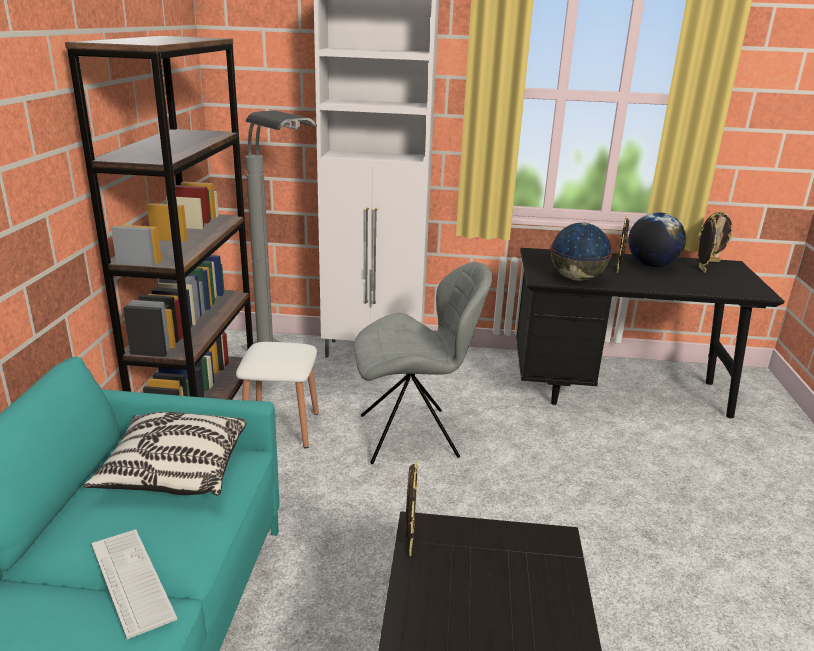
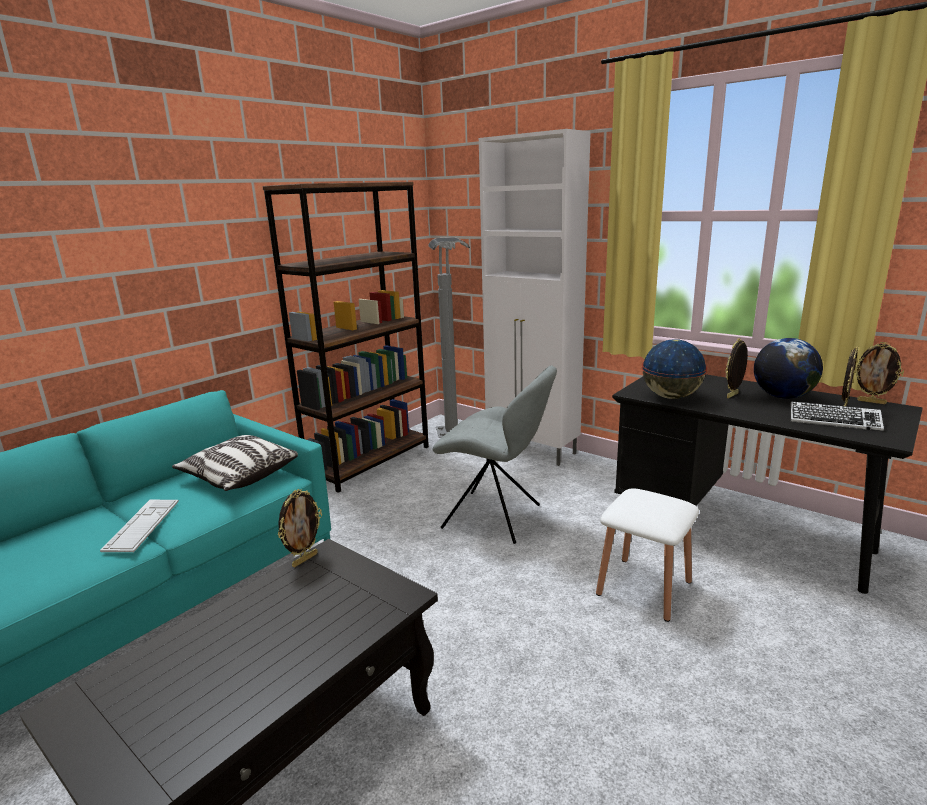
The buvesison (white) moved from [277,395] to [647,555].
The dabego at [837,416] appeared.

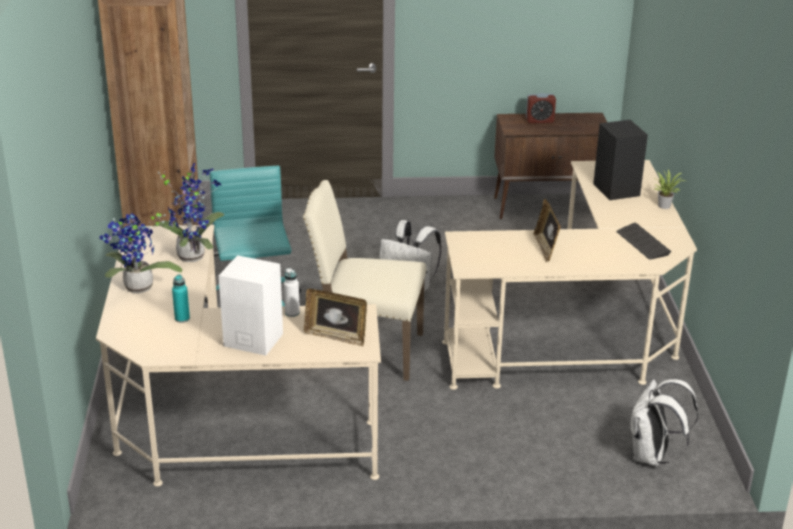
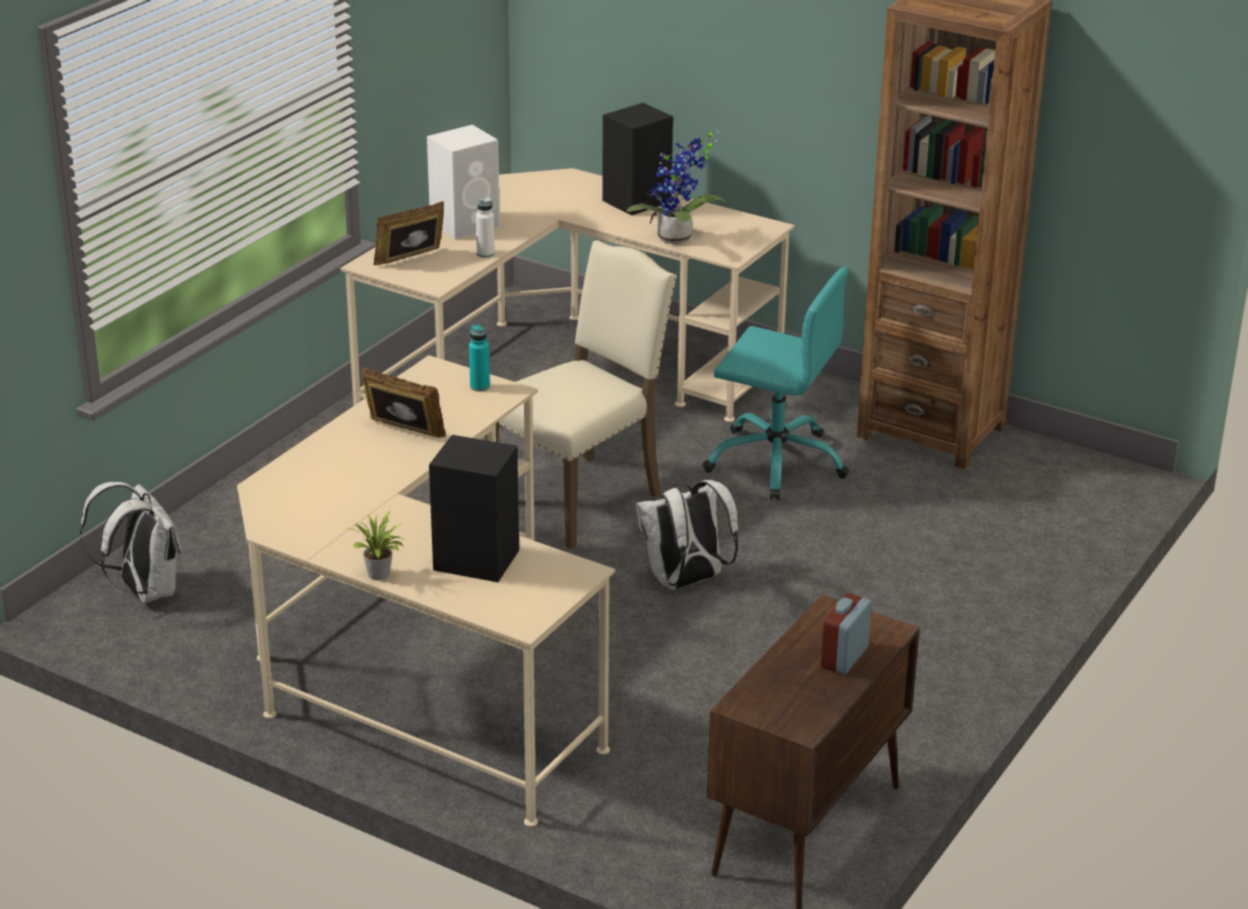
The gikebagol at [141,253] was replaced by the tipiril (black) at [637,159].
The dabego at [644,241] disappeared.
The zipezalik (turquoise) moved from [181,298] to [479,358].

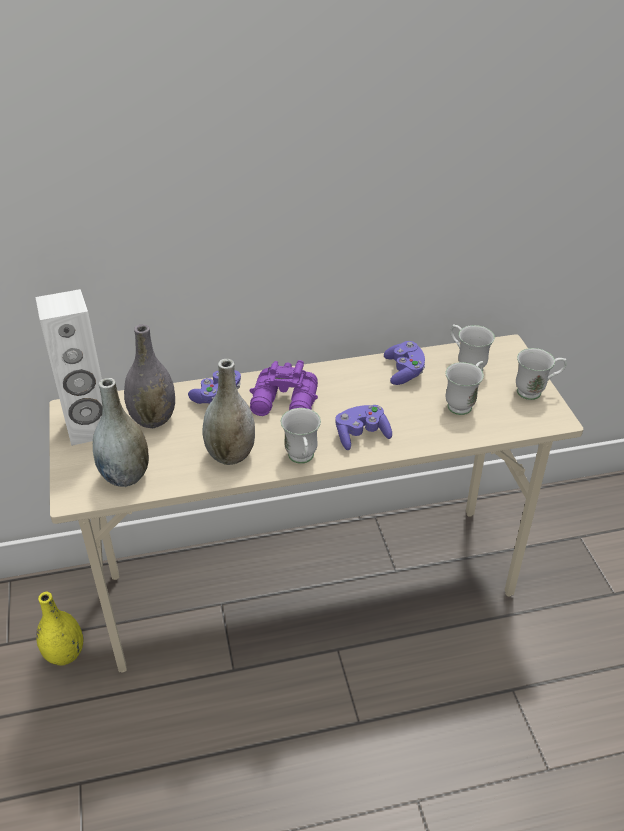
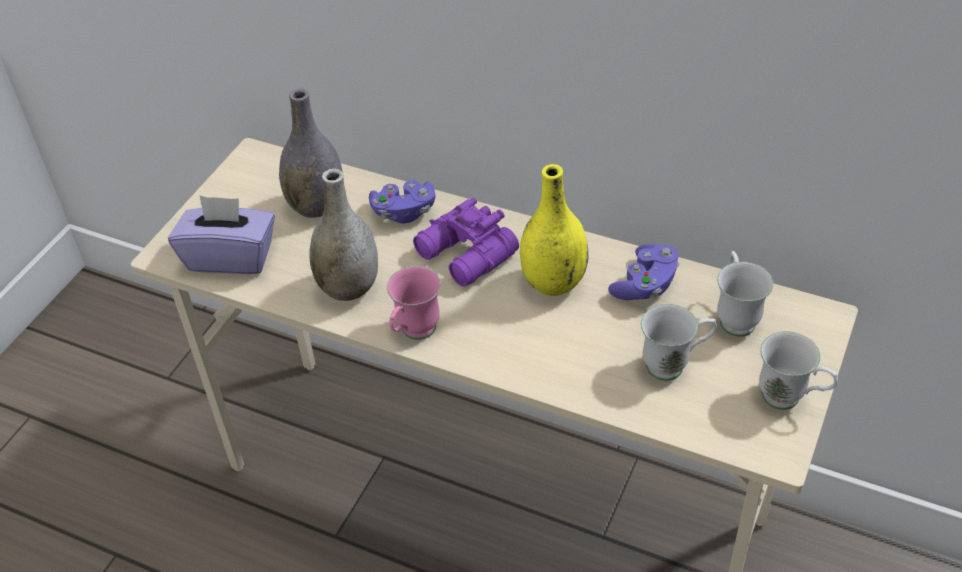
The tipiril (white) at [69,367] disappeared.
The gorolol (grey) at [121,432] was replaced by the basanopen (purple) at [221,234].
The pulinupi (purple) at [363,427] disappeared.
The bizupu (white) at [301,436] became the bizupu (pink) at [414,303].
The gorolol (yellow) moved from [59,629] to [554,230].

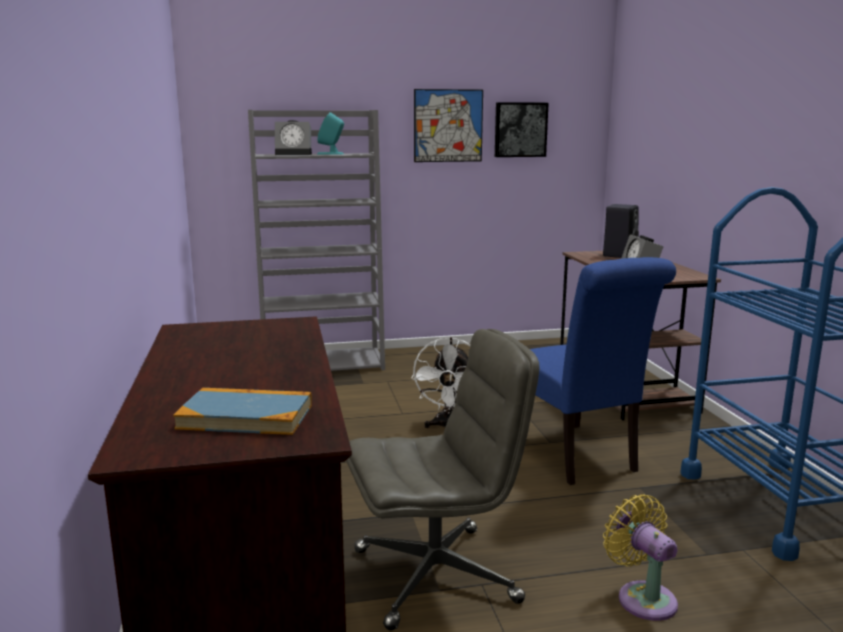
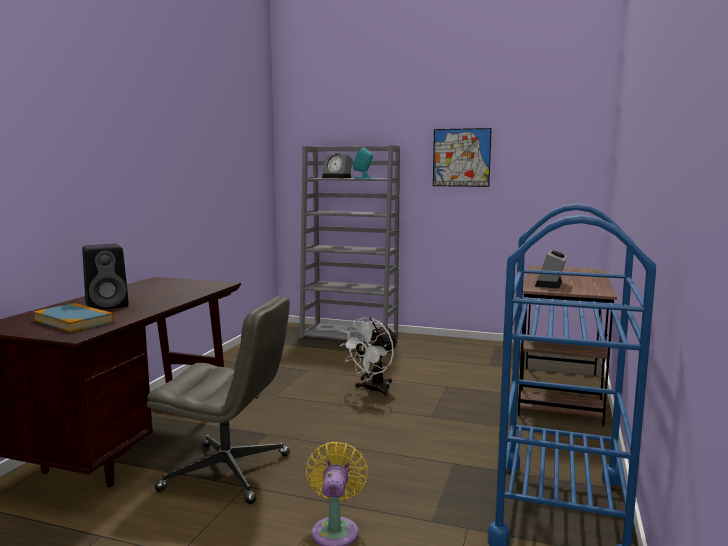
The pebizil at [522,129] disappeared.
The tipiril (black) moved from [621,231] to [105,277].
The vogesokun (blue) at [603,371] disappeared.

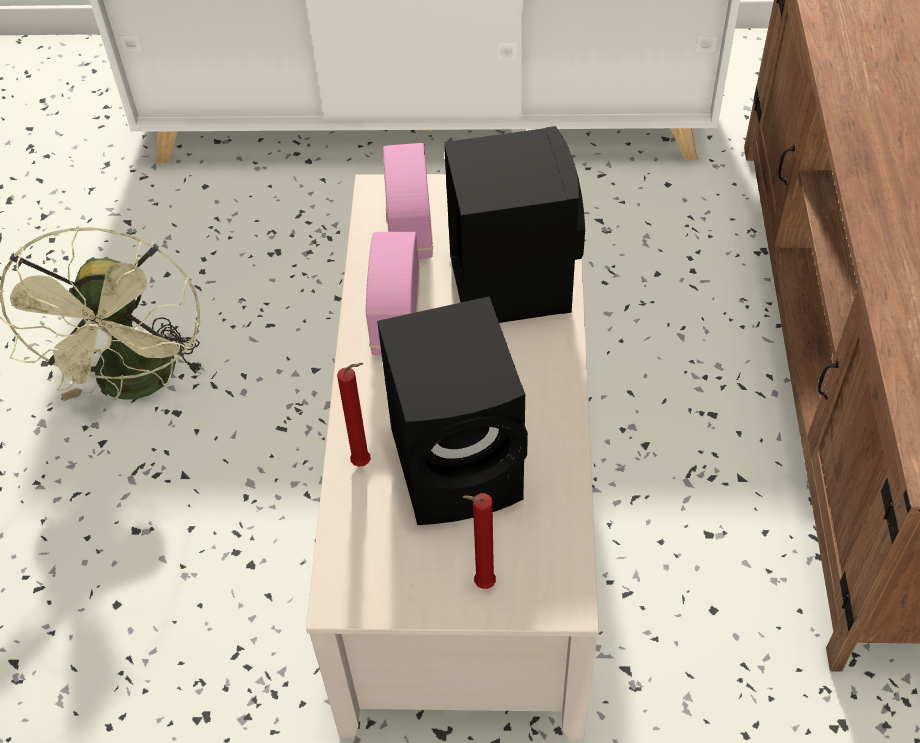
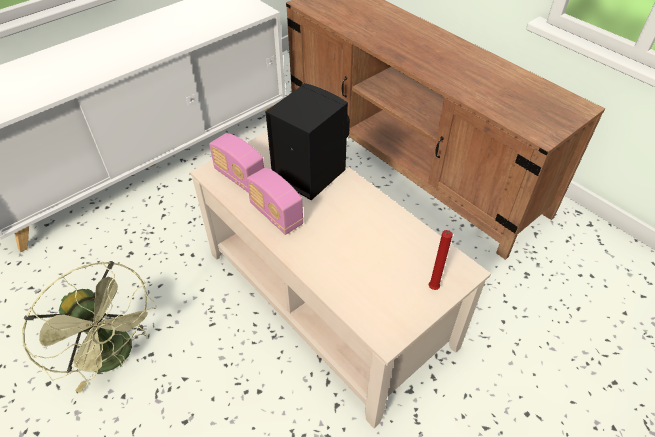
The tipiril (black) at [452,410] disappeared.
The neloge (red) at [354,415] disappeared.

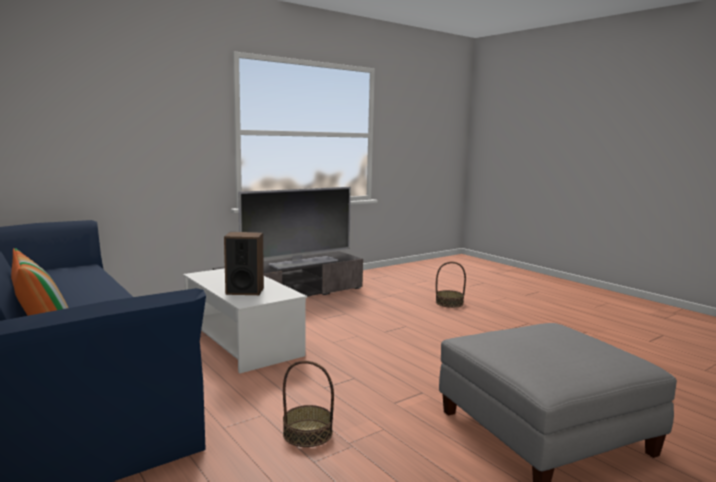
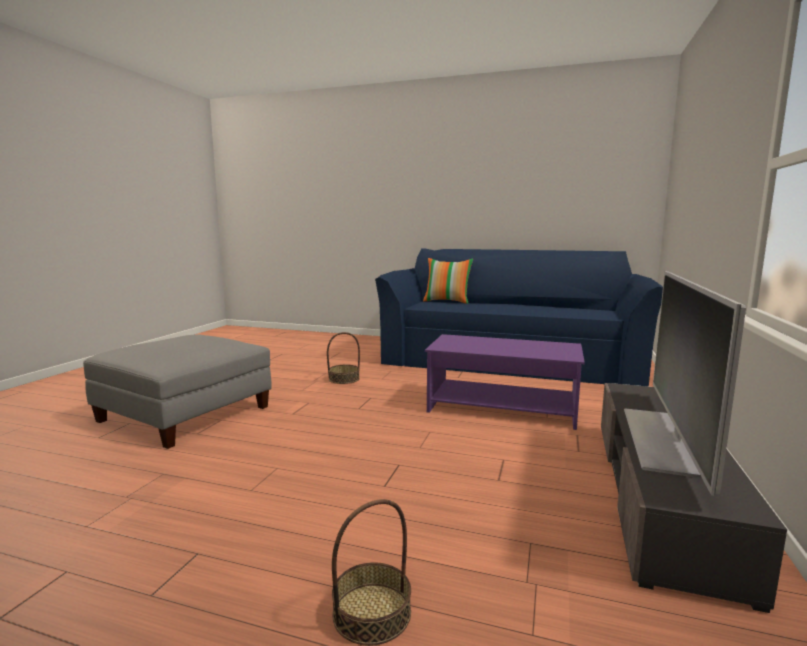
The tipiril at [244,263] disappeared.
The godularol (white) at [245,321] became the godularol (purple) at [505,382].

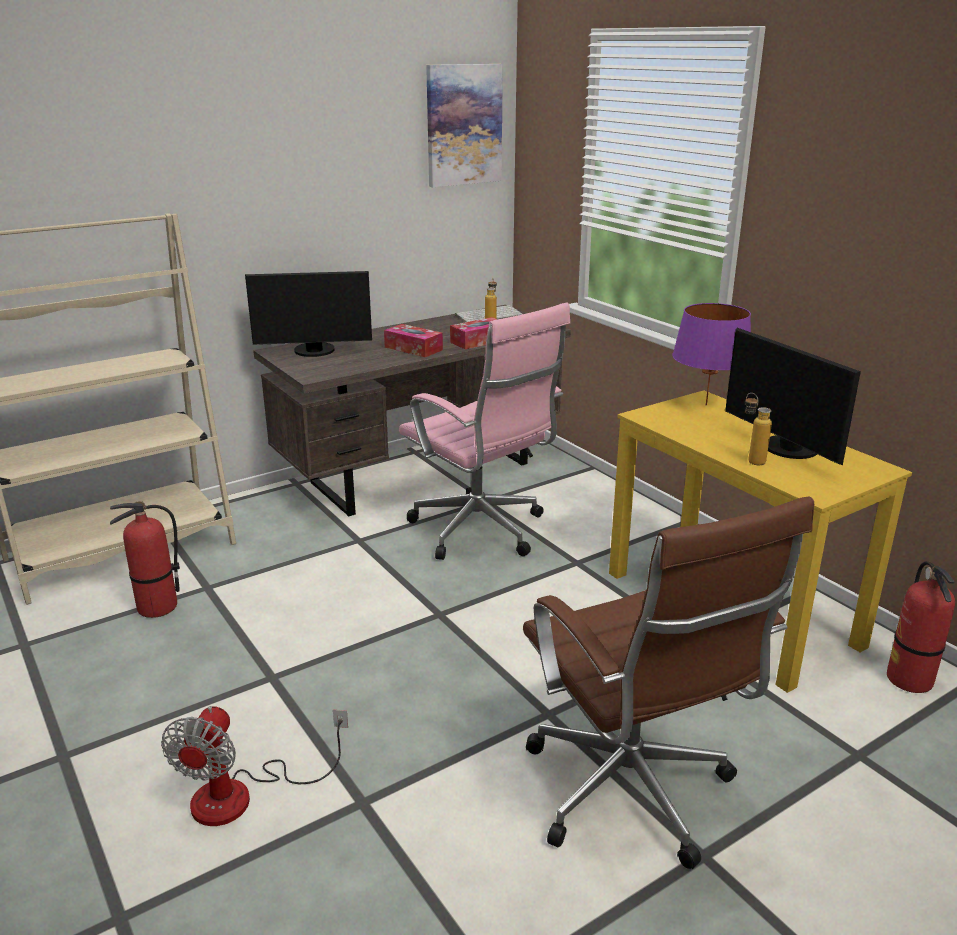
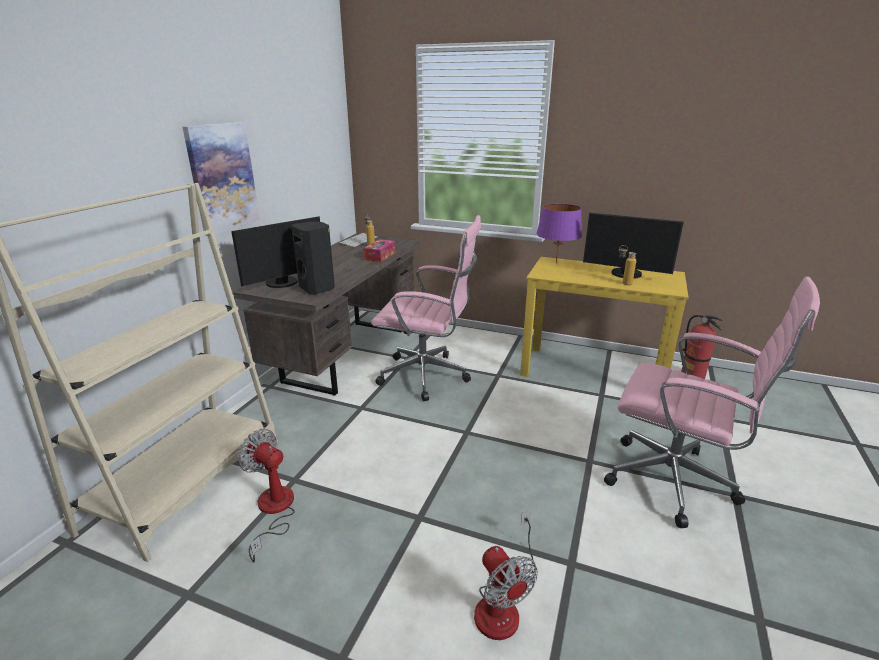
The pebizil moved from [464,125] to [221,179].
The basanopen at [413,340] disappeared.
The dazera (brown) at [668,682] became the dazera (pink) at [712,402].
The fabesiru at [145,559] was replaced by the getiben at [266,495].
The tipiril (black) at [313,258] appeared.

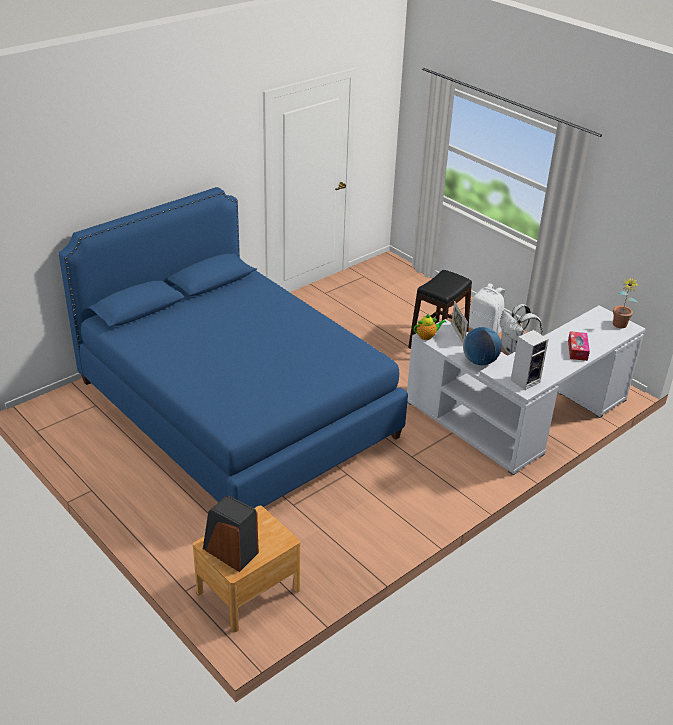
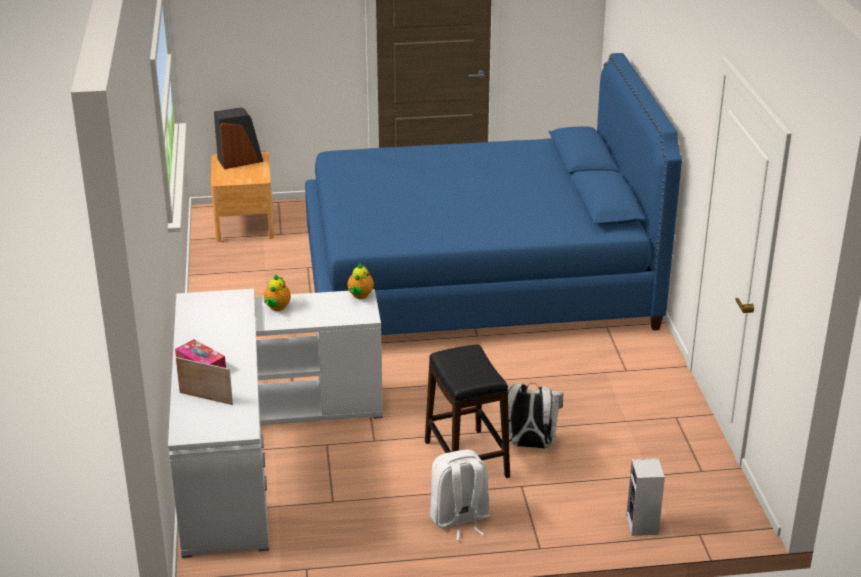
The gikebagol at [626,302] disappeared.
The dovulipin moved from [459,322] to [204,381].
The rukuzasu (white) moved from [521,329] to [535,416].
The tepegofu at [482,346] was replaced by the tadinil at [277,292].
The tipiril moved from [530,360] to [645,497].

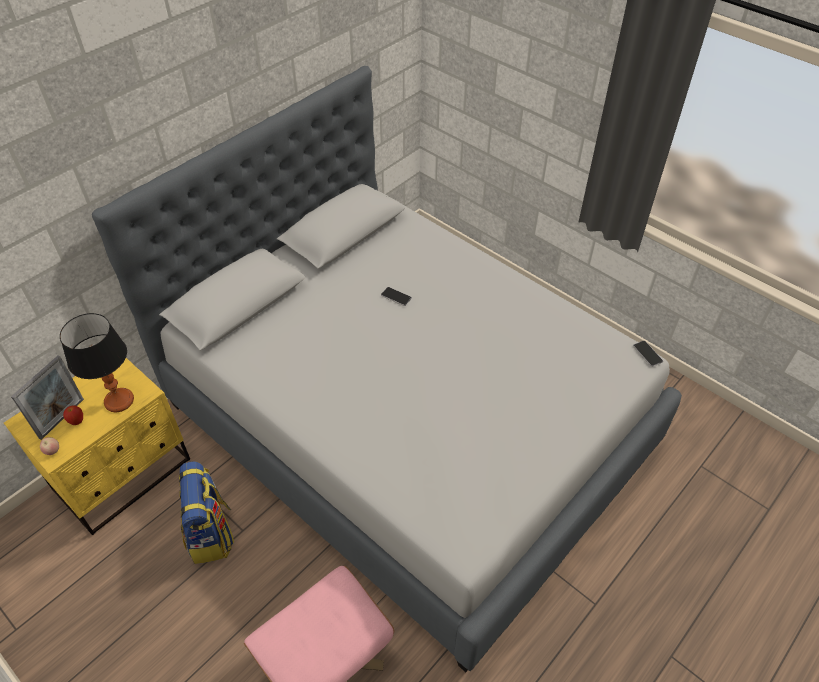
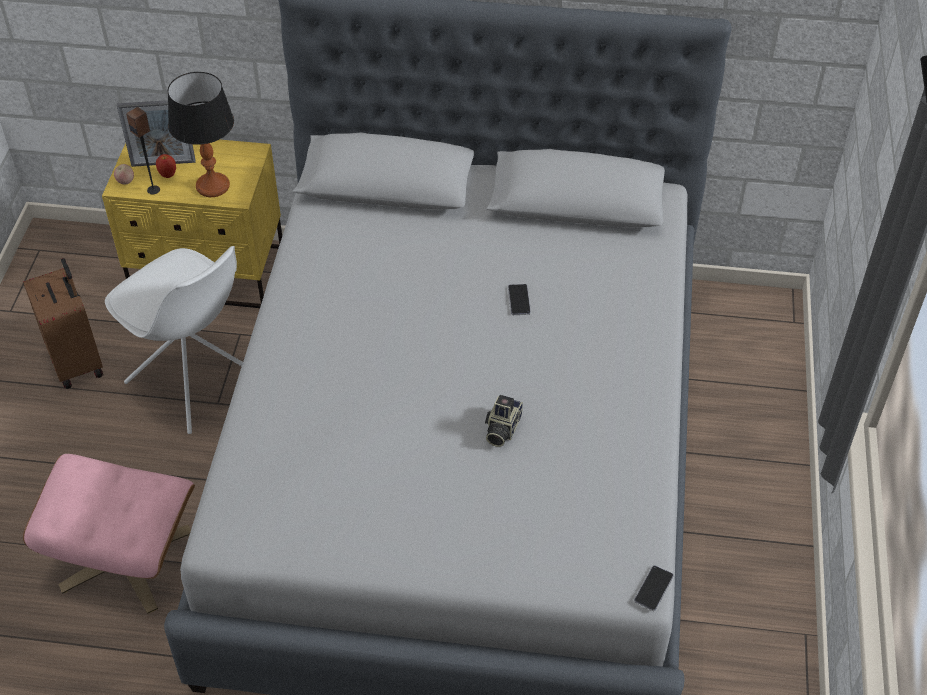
The rukuzasu at [206,512] was replaced by the vogesokun (white) at [174,340].
The tipiril at [143,150] appeared.
The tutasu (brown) at [63,323] appeared.
The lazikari at [504,421] appeared.

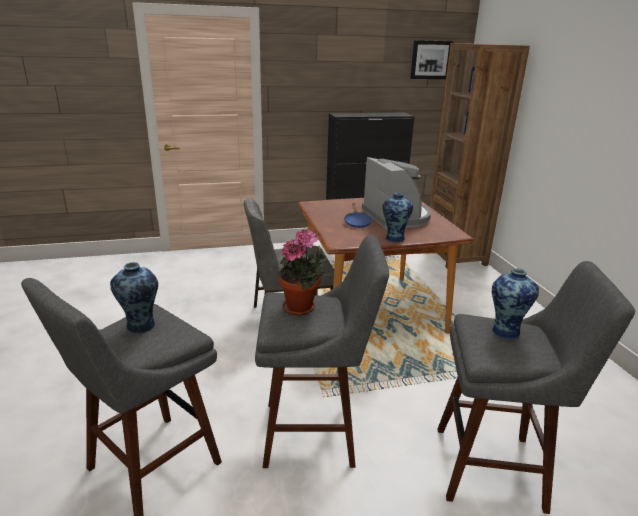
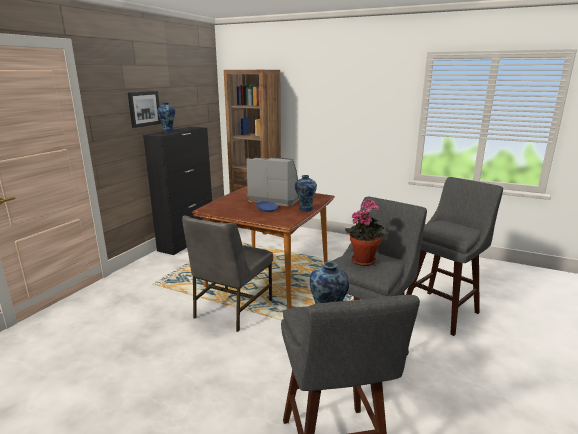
The pebizil moved from [431,59] to [144,109].
The gorolol moved from [515,304] to [166,117].

